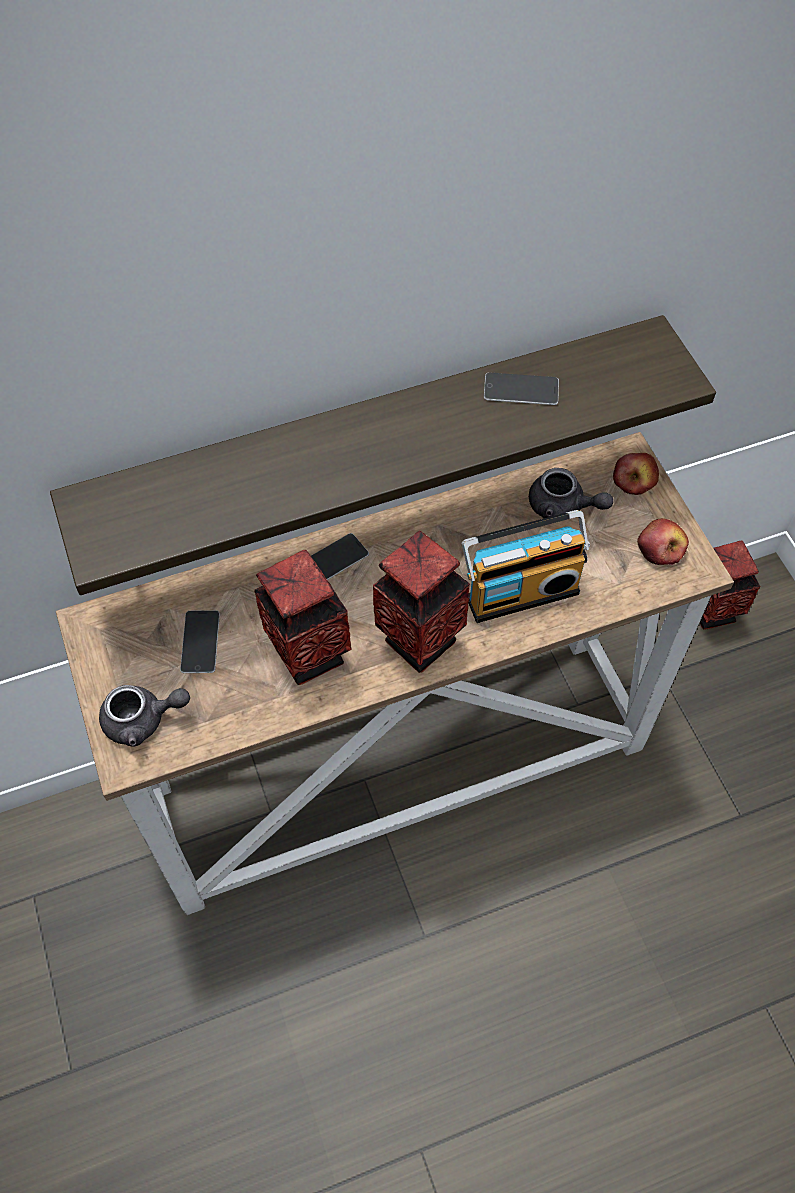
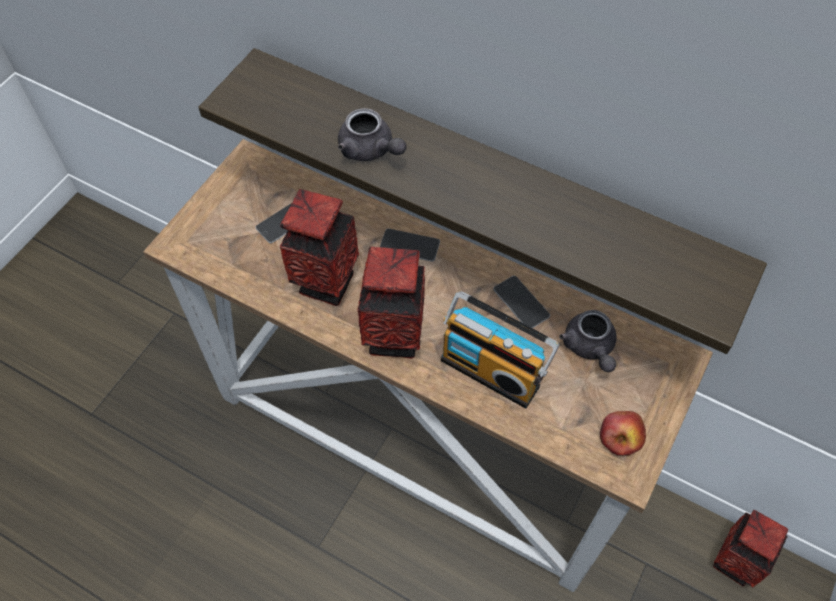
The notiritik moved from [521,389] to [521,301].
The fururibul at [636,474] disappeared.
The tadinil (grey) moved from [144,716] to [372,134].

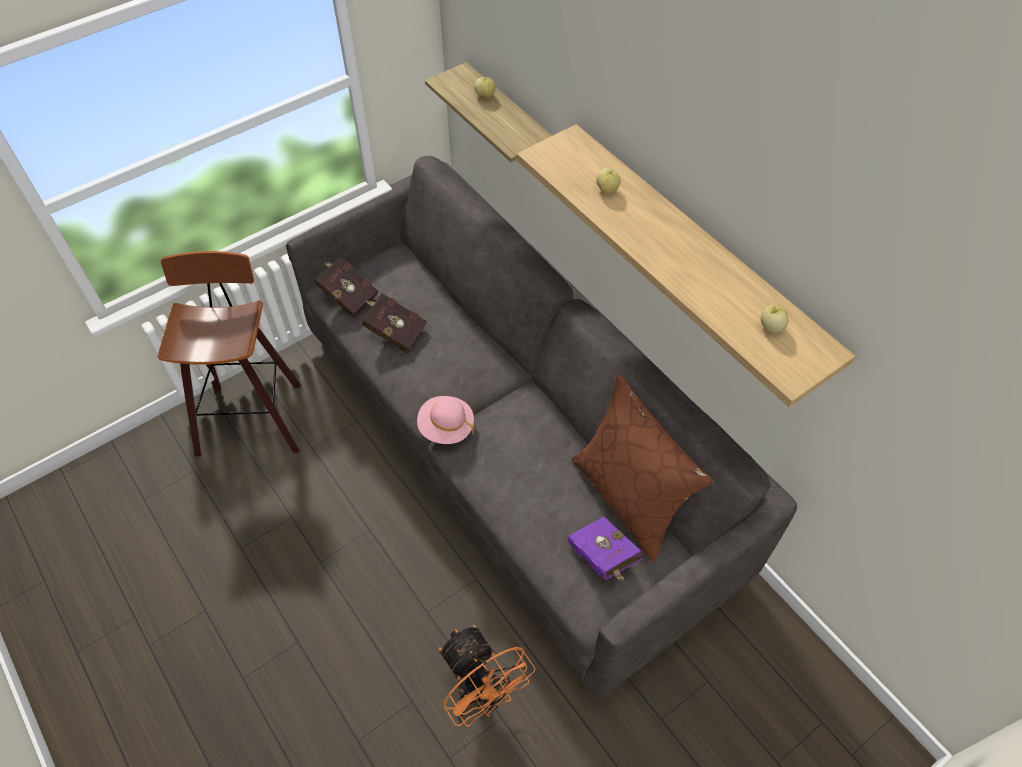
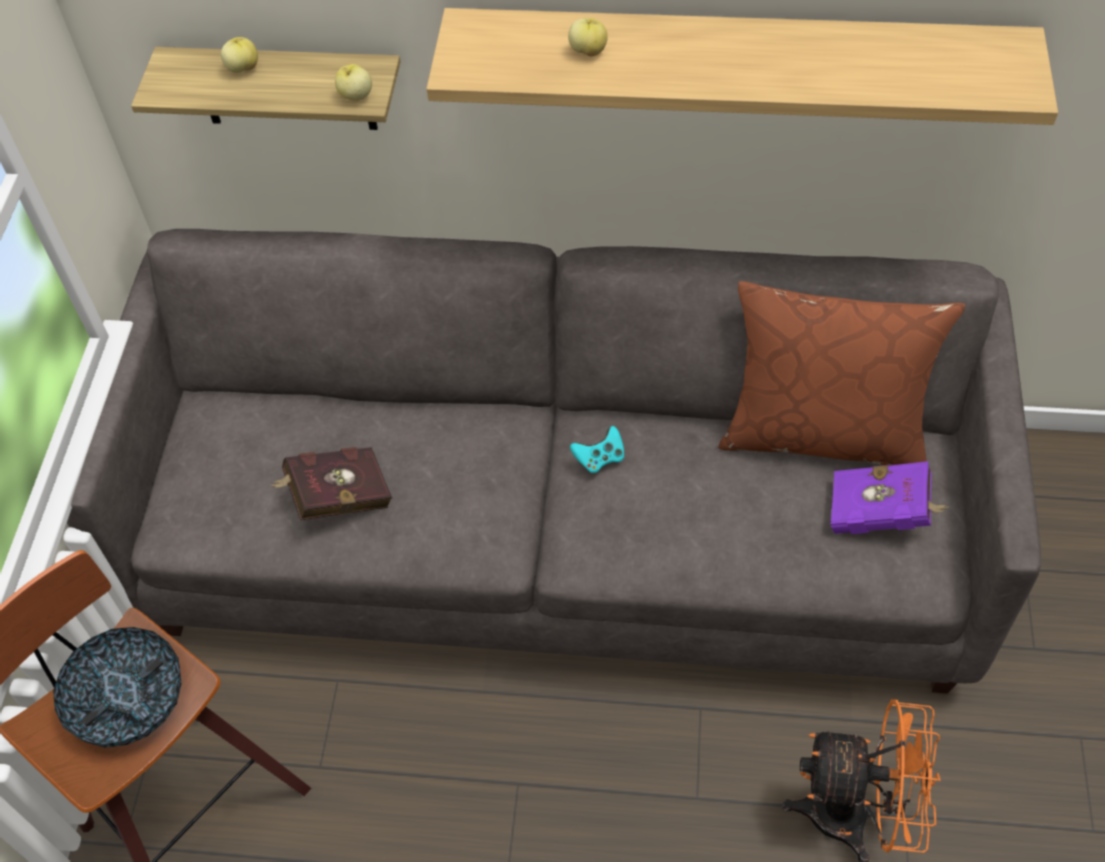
The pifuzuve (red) at [346,287] disappeared.
The fururibul moved from [775,319] to [353,82].
The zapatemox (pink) at [445,420] disappeared.
The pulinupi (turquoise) at [597,449] appeared.
The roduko at [117,687] appeared.

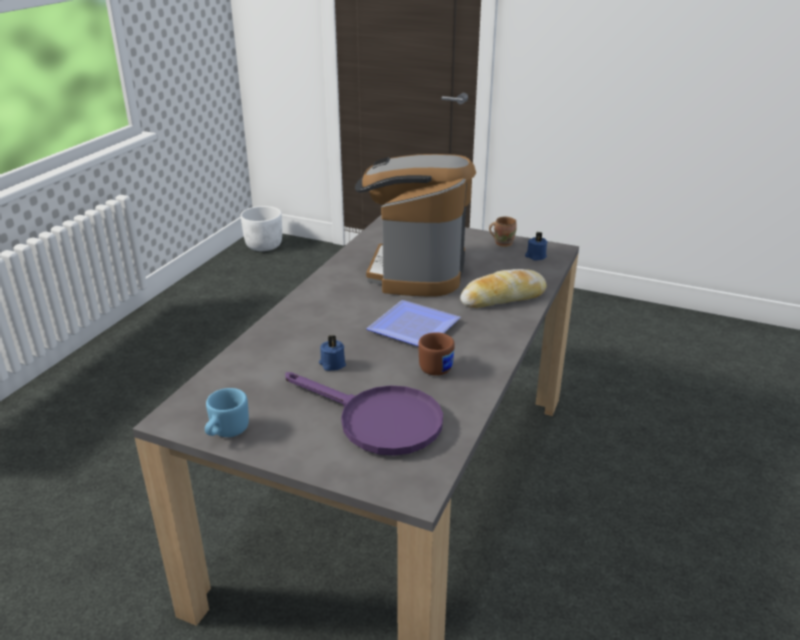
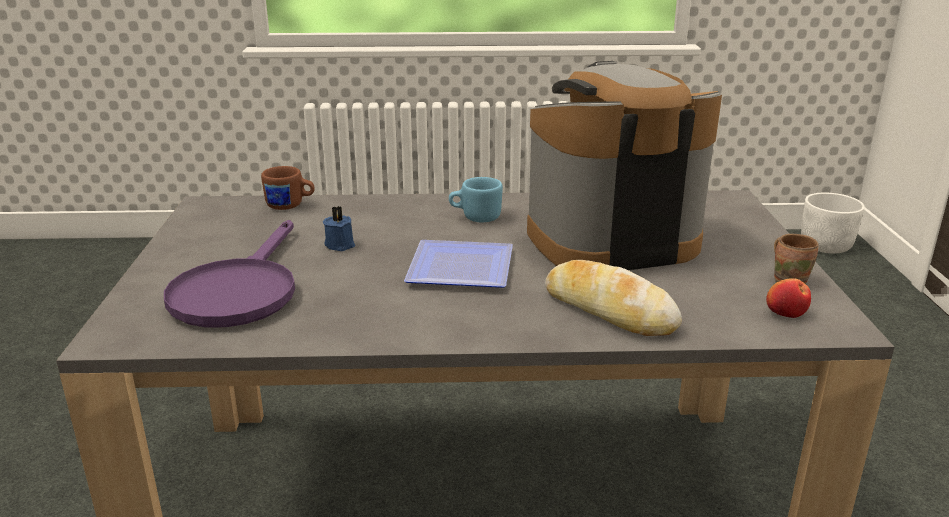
The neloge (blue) at [536,246] was replaced by the fururibul at [788,298].
The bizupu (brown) moved from [436,354] to [288,188].
The bizupu (blue) moved from [227,412] to [476,199].

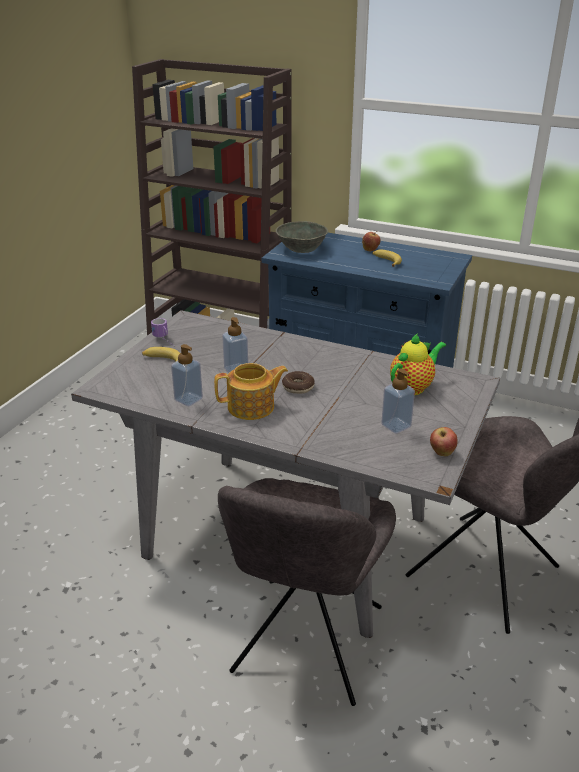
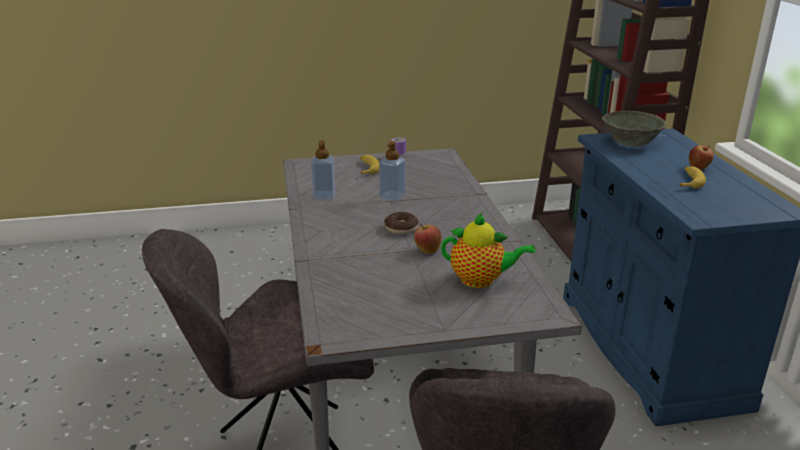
The tadinil at [251,391] disappeared.
The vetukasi at [398,401] disappeared.
The fururibul moved from [444,441] to [428,239].

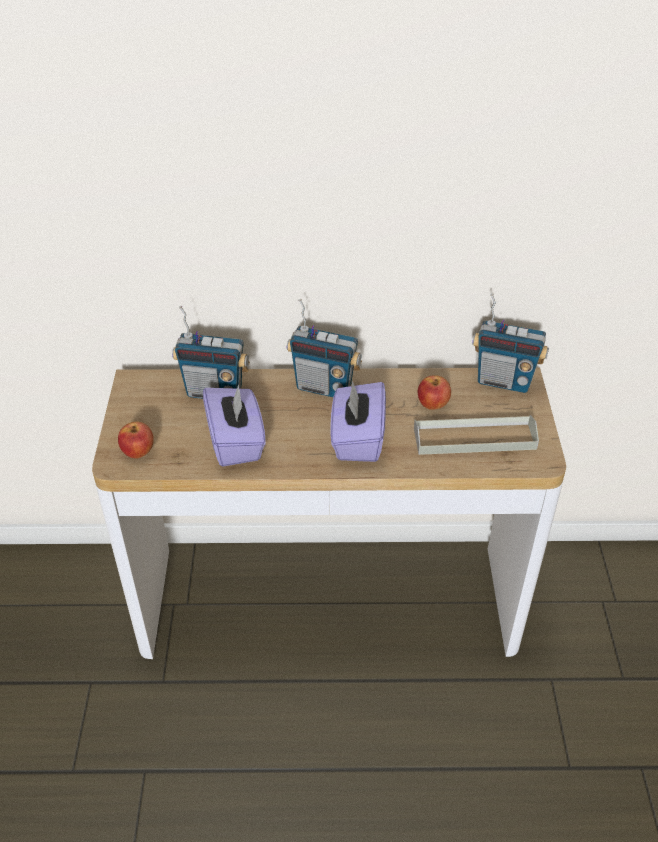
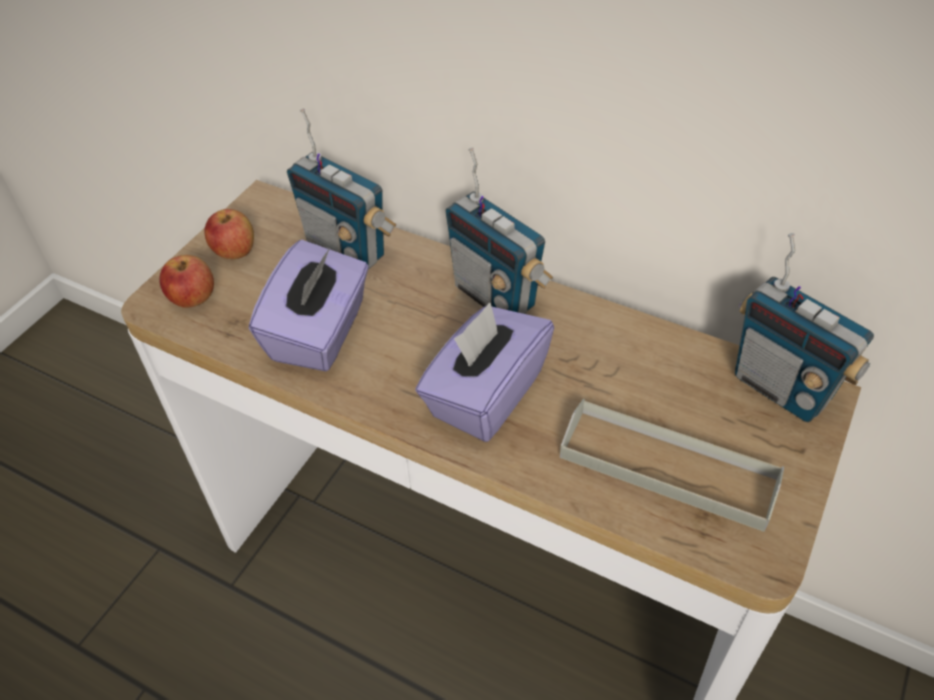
The fururibul moved from [434,392] to [229,234].

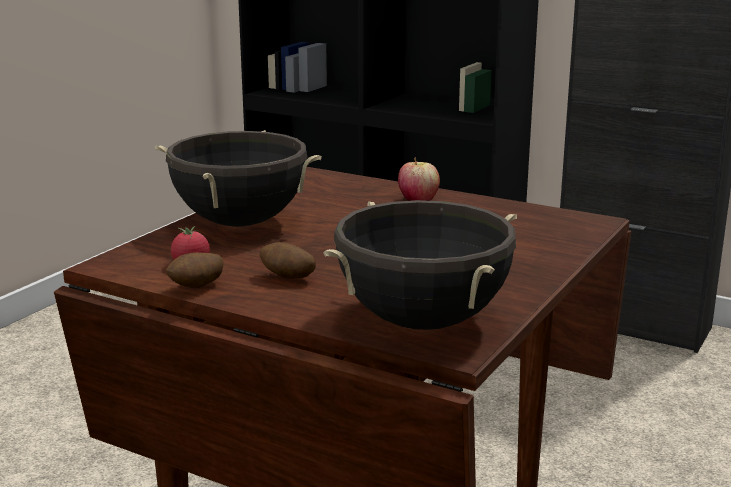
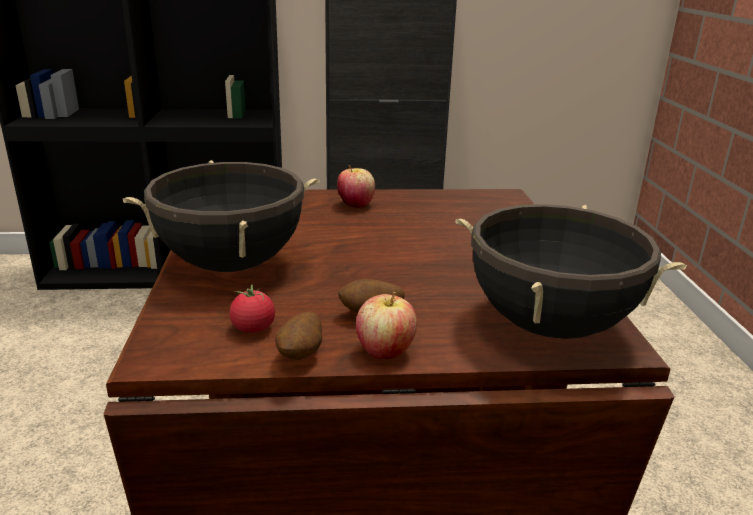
The fururibul at [386,325] appeared.

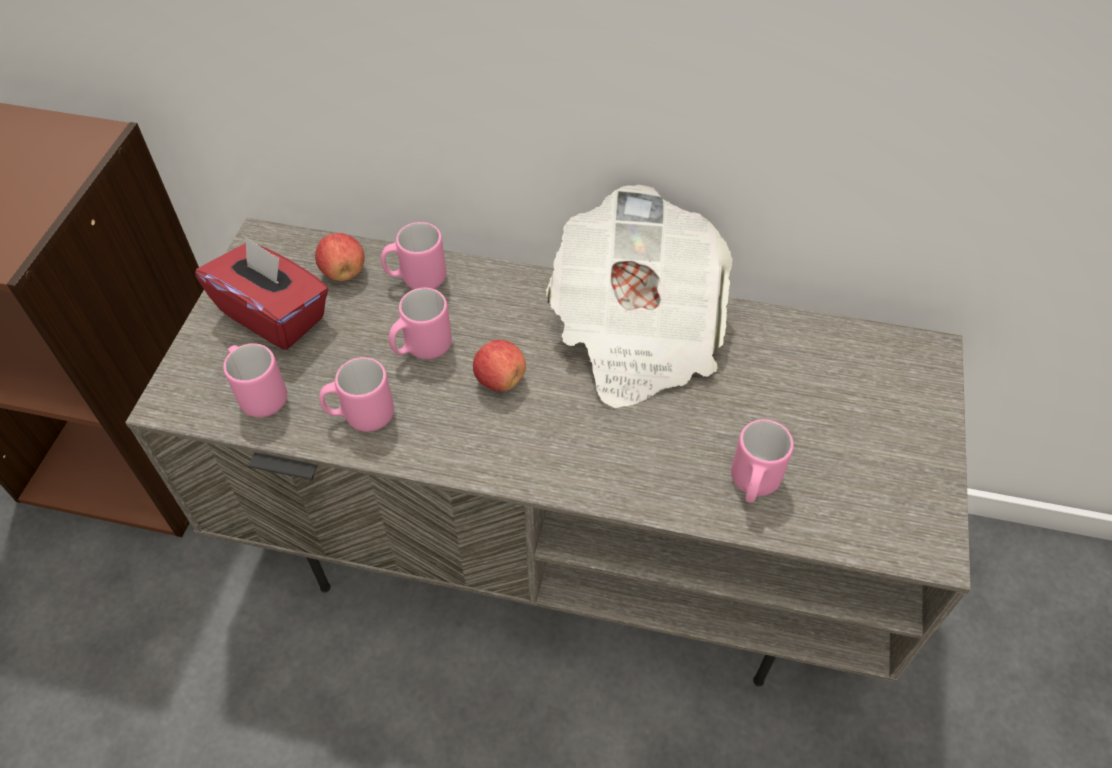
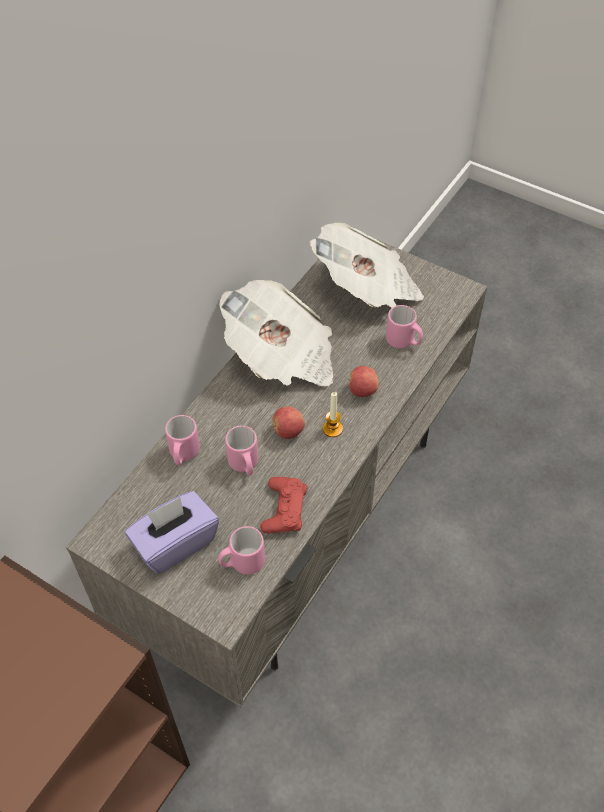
The fururibul moved from [340,257] to [363,381].
The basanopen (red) at [262,293] became the basanopen (purple) at [172,532].
The bizupu (pink) at [356,394] was replaced by the pulinupi (red) at [283,505].
The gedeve at [367,265] appeared.
The neloge at [333,414] appeared.

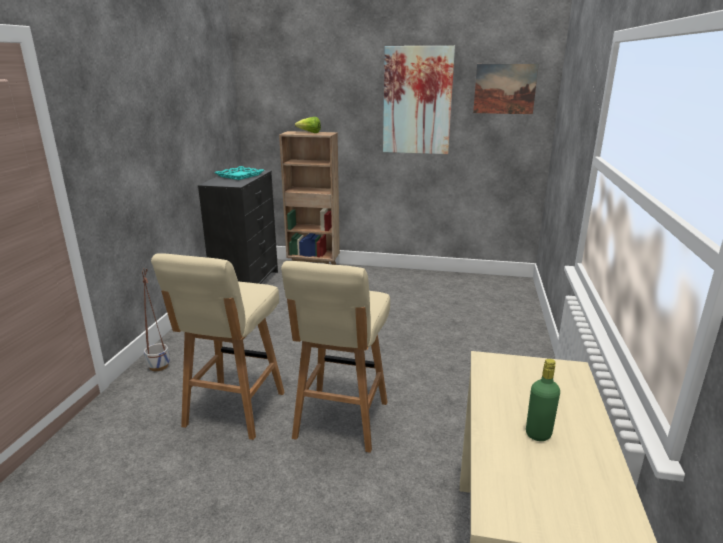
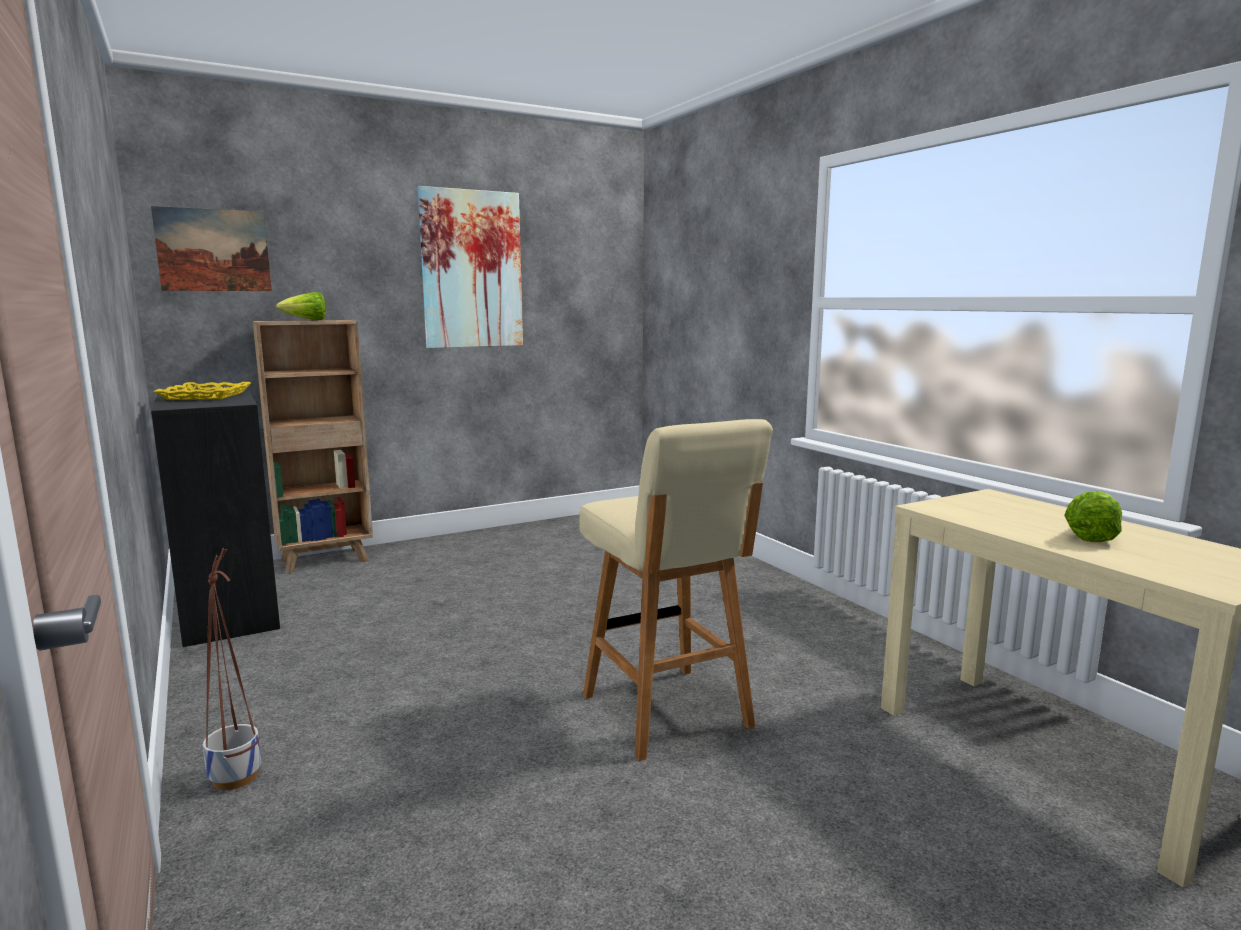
The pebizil moved from [506,89] to [211,248].
The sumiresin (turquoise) at [239,173] became the sumiresin (yellow) at [202,391].
The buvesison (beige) at [218,346] disappeared.
The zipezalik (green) at [543,400] was replaced by the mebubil at [1093,516].

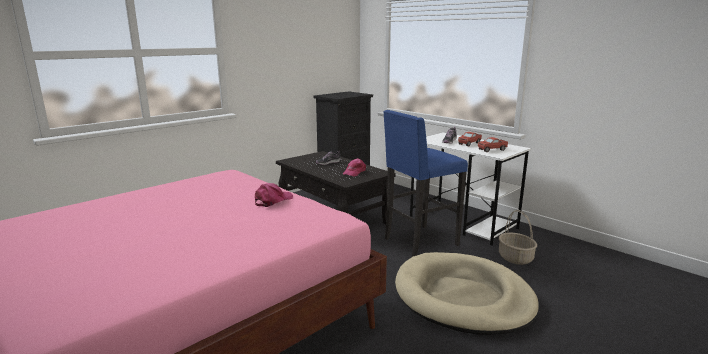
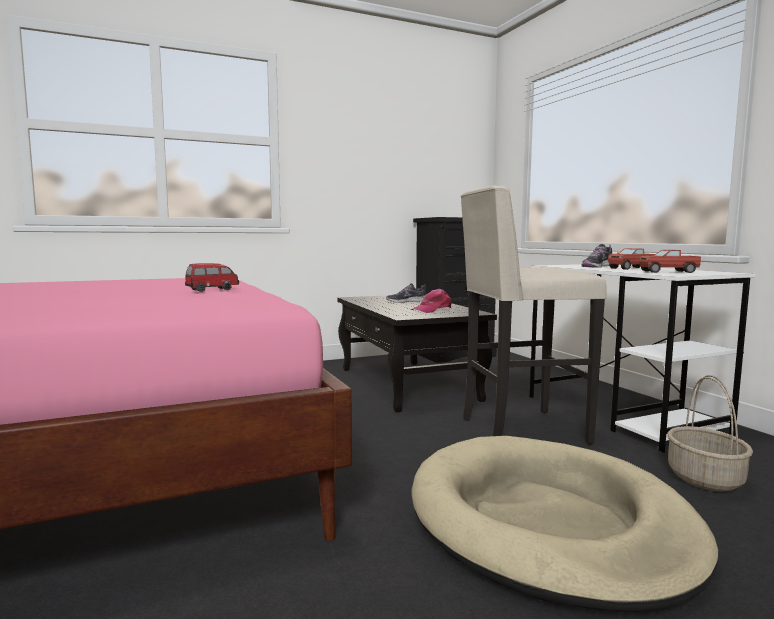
The buvesison (blue) at [425,183] became the buvesison (beige) at [534,314].
The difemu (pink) at [274,195] was replaced by the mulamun at [212,277].

